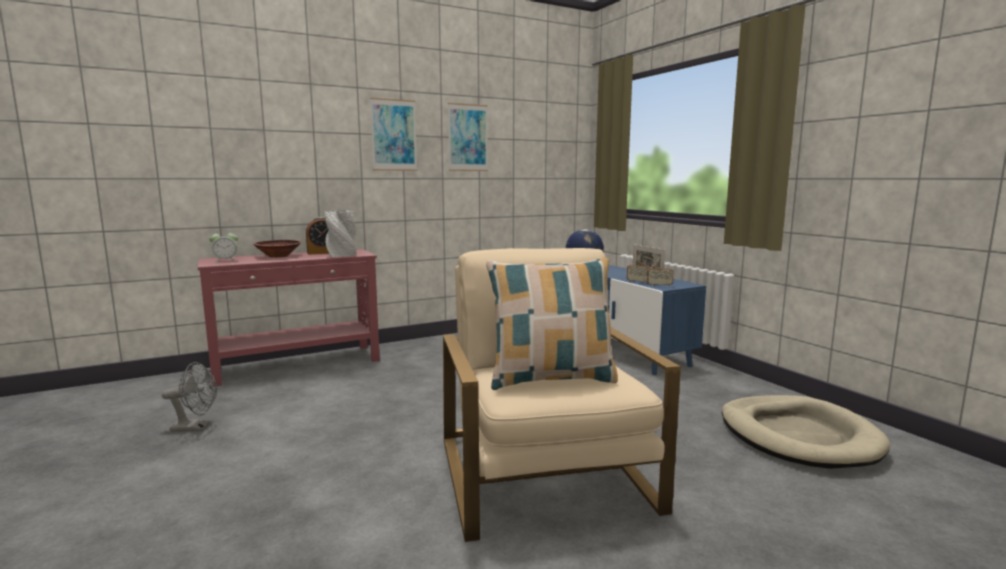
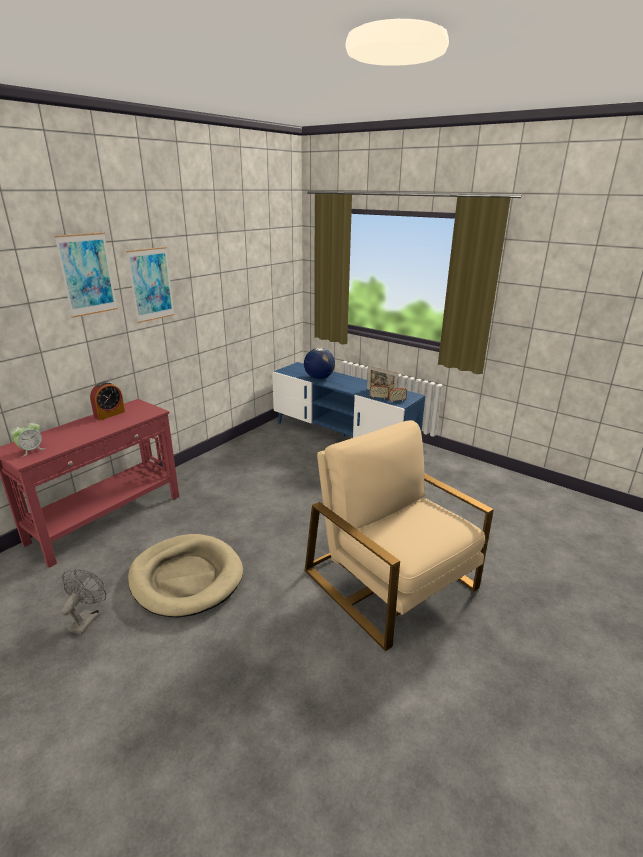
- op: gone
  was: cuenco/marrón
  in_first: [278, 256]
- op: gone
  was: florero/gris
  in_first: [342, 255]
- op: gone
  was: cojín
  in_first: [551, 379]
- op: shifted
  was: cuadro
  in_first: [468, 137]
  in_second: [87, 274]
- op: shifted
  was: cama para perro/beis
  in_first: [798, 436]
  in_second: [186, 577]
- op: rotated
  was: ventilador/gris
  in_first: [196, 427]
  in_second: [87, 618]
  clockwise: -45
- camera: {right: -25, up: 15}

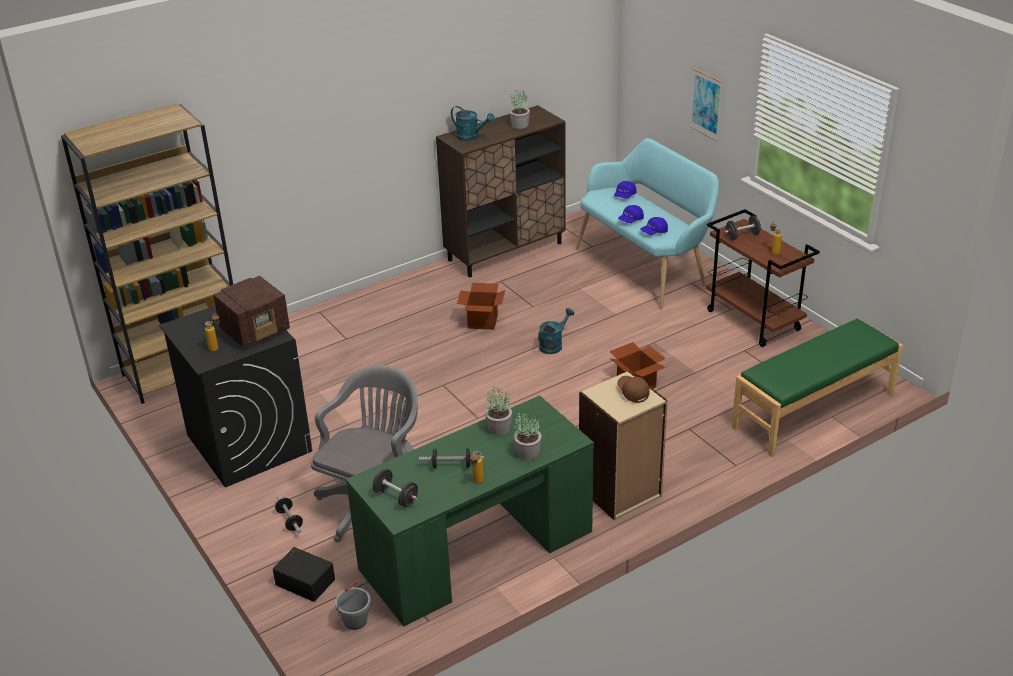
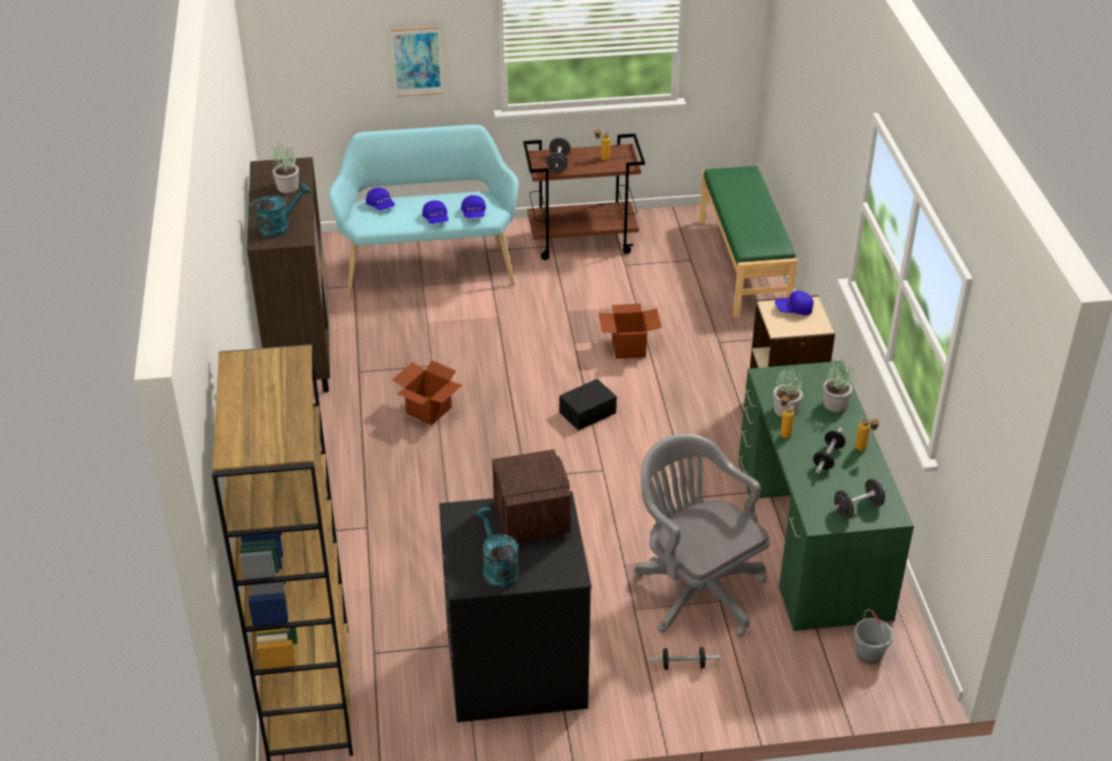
- op: shifted
  was: botella
  in_first: [217, 347]
  in_second: [783, 431]
- op: shifted
  was: caja de almacenaje/negro
  in_first: [306, 581]
  in_second: [586, 411]
- op: shifted
  was: regadera/turquesa
  in_first: [553, 345]
  in_second: [497, 569]
- op: repainted
  was: gorra/marrón
  now: gorra/azul
  in_first: [632, 392]
  in_second: [793, 309]
- camera: {right: -65, up: 5}

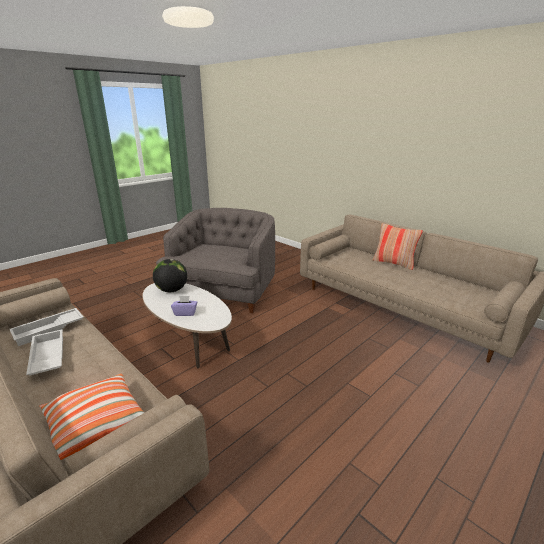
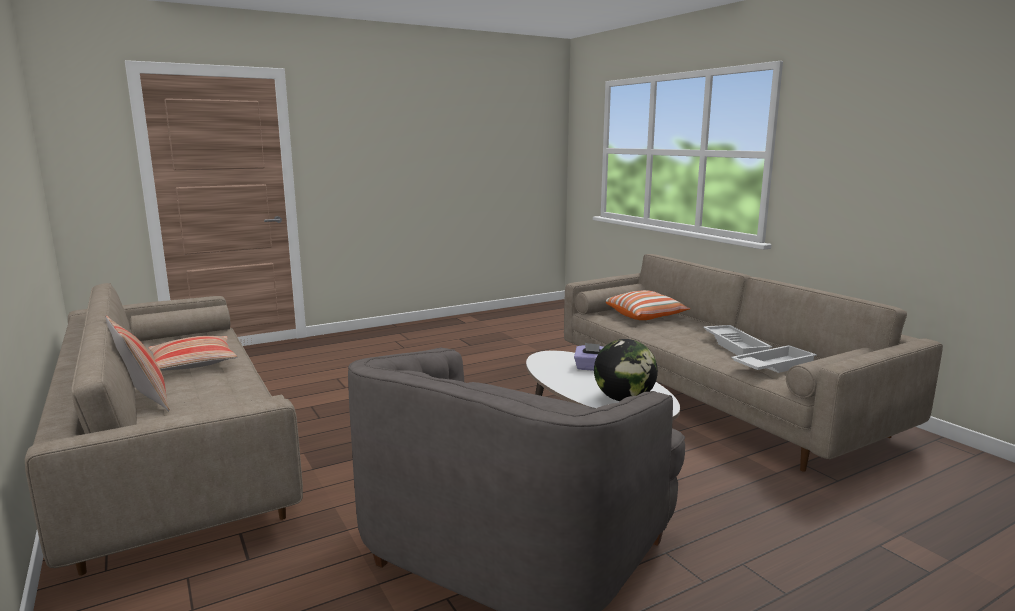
- op: new
  now: cojín
  in_second: [193, 363]
- camera: {right: -165, up: -10}

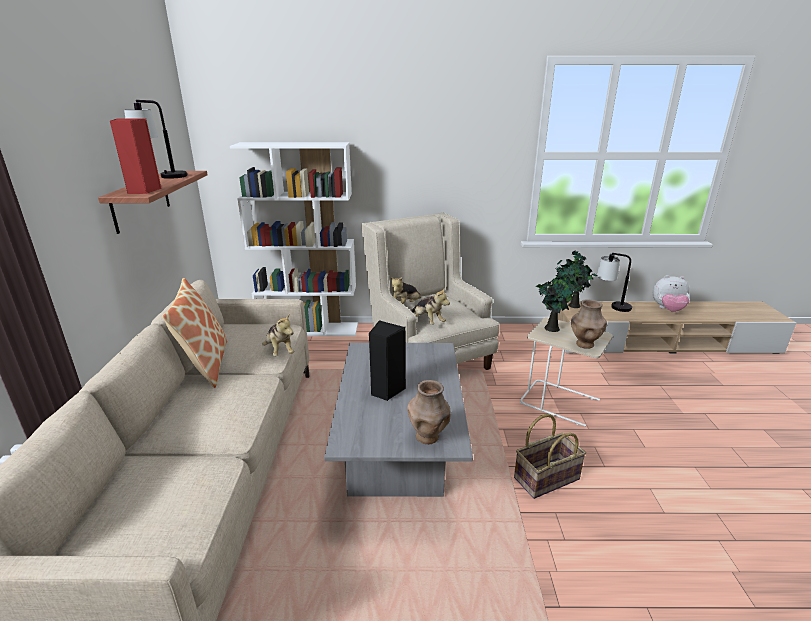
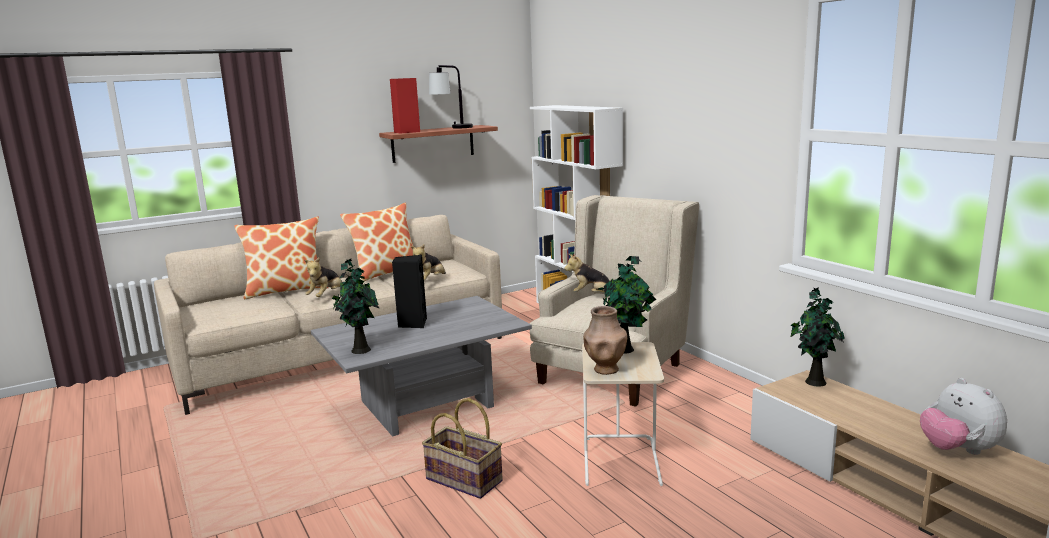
- op: gone
  was: lámpara de mesa
  in_first: [611, 306]
- op: new
  now: cojín
  in_second: [286, 290]
- op: shifted
  was: peluche
  in_first: [427, 321]
  in_second: [326, 296]
- op: swapped
  was: florero/marrón
  now: planta en maceta
  in_first: [428, 437]
  in_second: [359, 350]
- camera: {right: 60, up: -10}

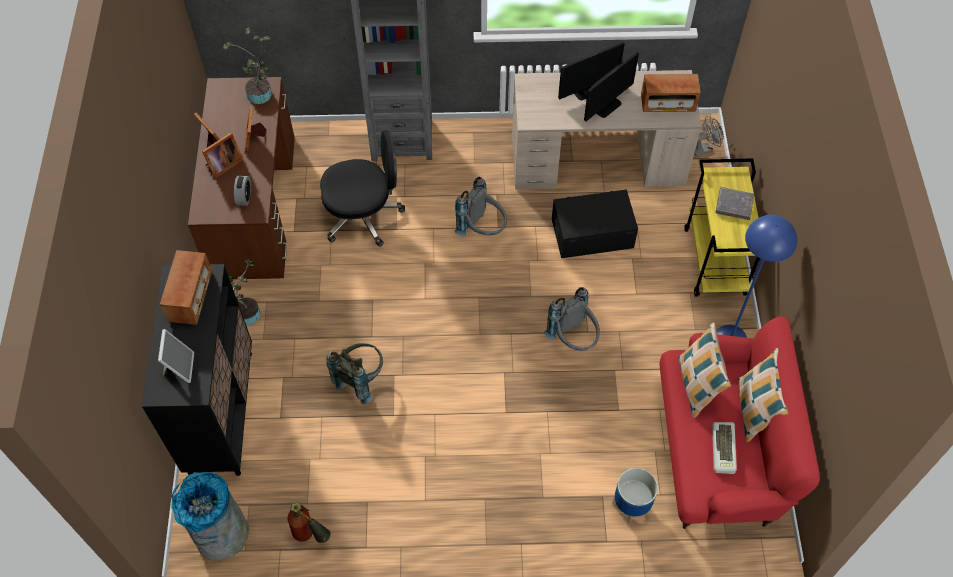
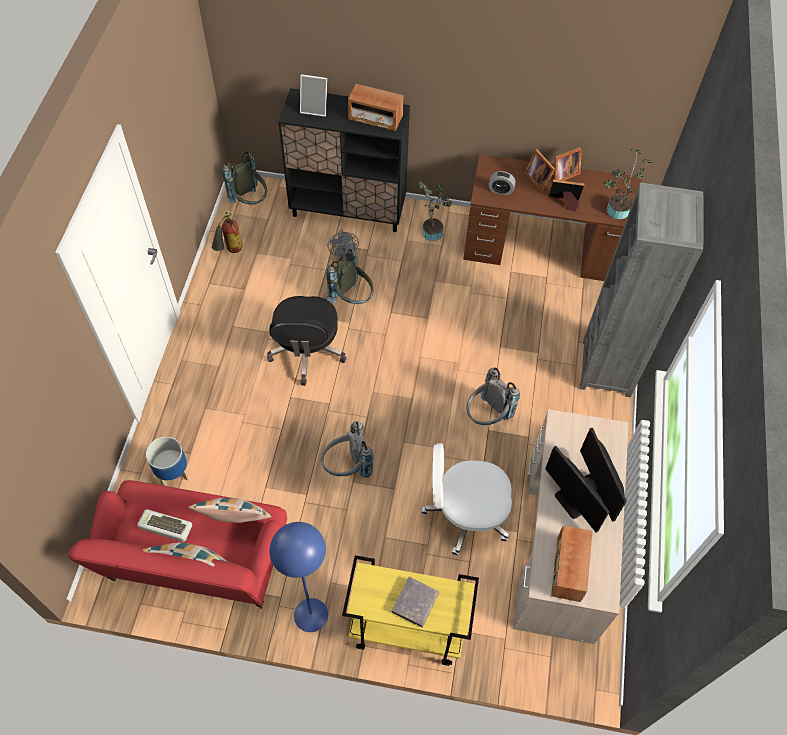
- op: shifted
  was: silla de oficina/negro
  in_first: [363, 215]
  in_second: [307, 352]
- op: shifted
  was: ventilador/gris
  in_first: [704, 149]
  in_second: [343, 256]
- op: swapped
  was: papelera/gris
  now: mochila/gris
  in_first: [221, 535]
  in_second: [250, 202]
- op: swapped
  was: caja de almacenaje/negro
  now: silla de oficina/blanco
  in_first: [592, 233]
  in_second: [465, 514]
- camera: {right: 100, up: 0}

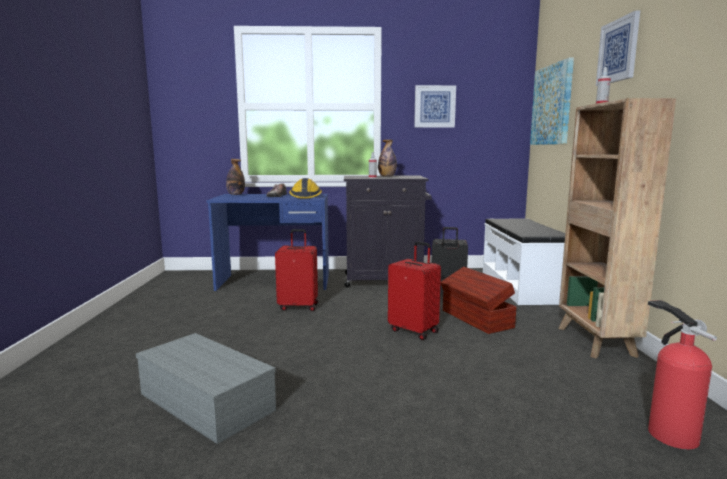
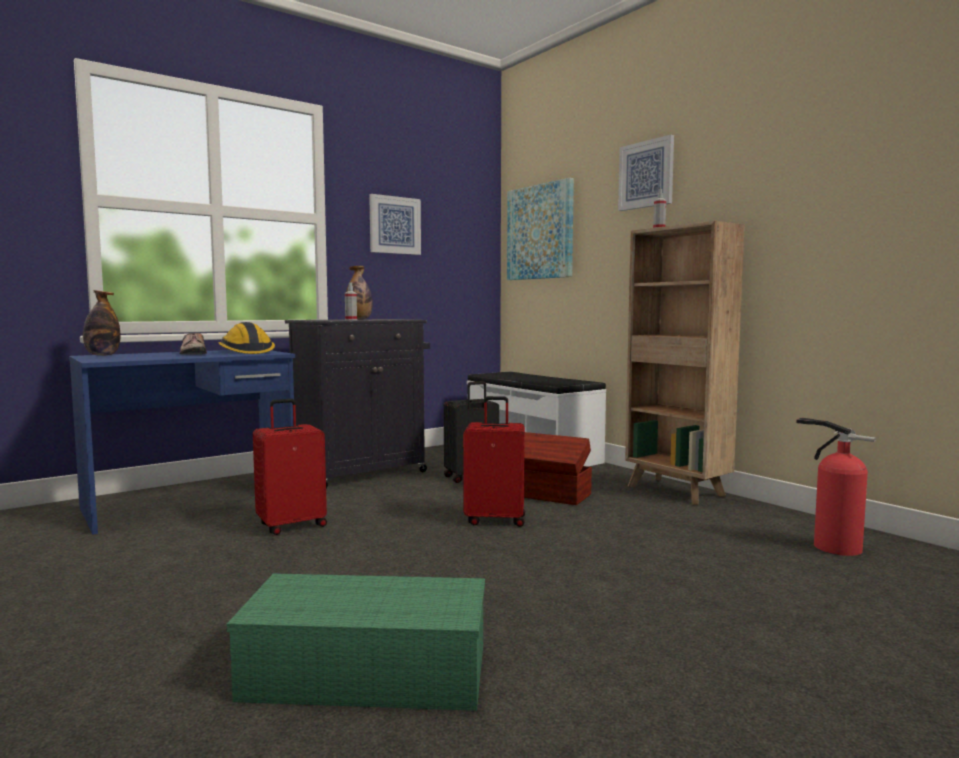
- op: repainted
  was: caja de almacenaje/gris
  now: caja de almacenaje/verde
  in_first: [208, 402]
  in_second: [371, 671]
- camera: {right: -35, up: -5}

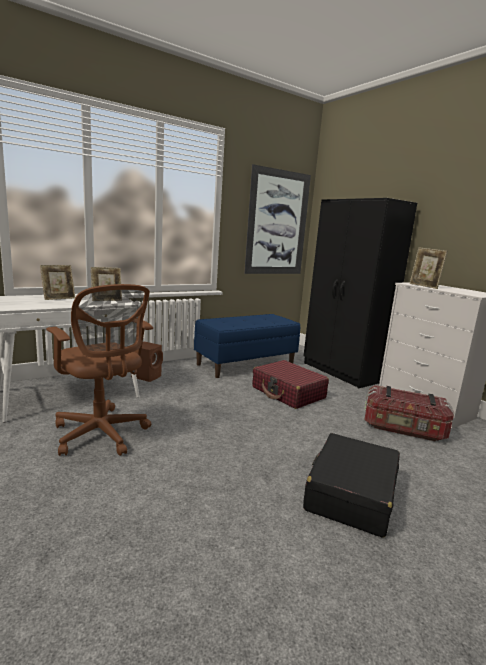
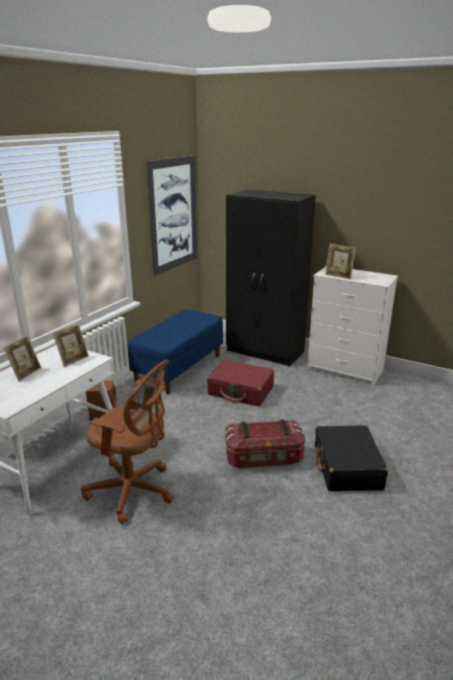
- op: shifted
  was: caja de almacenaje
  in_first: [403, 429]
  in_second: [264, 458]
- camera: {right: -25, up: 10}

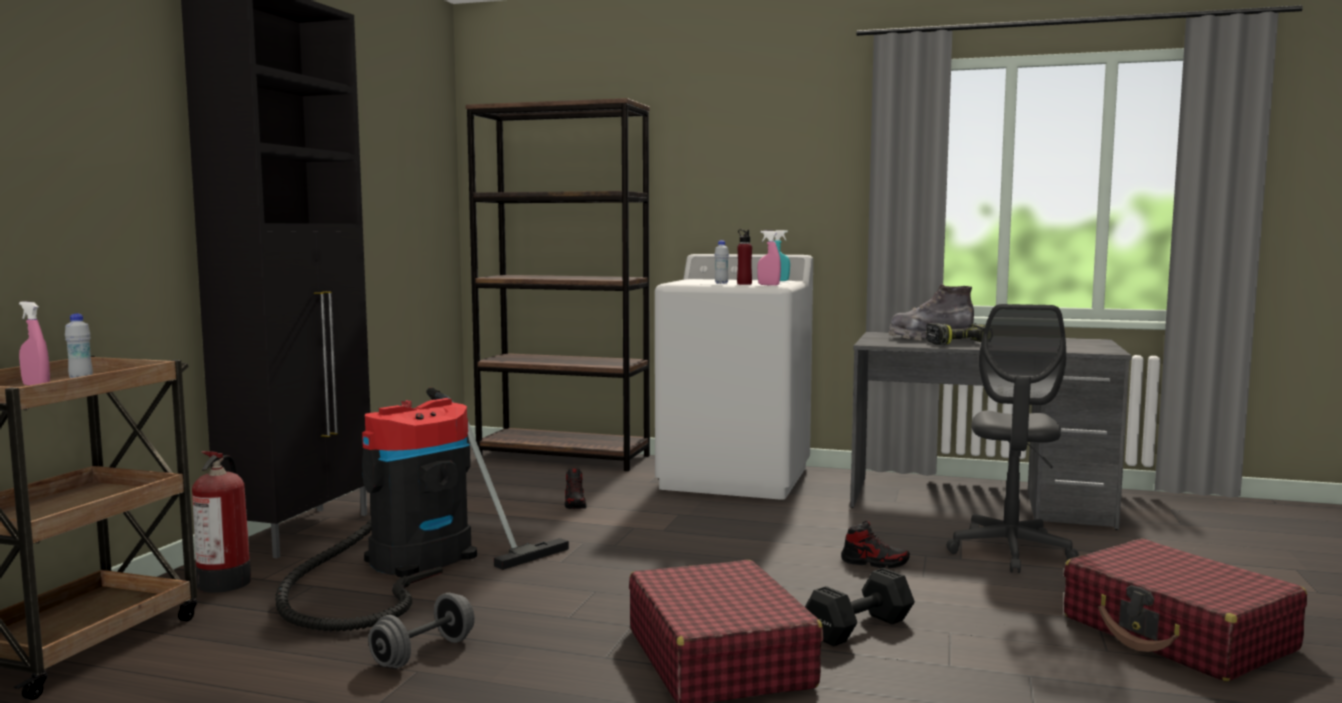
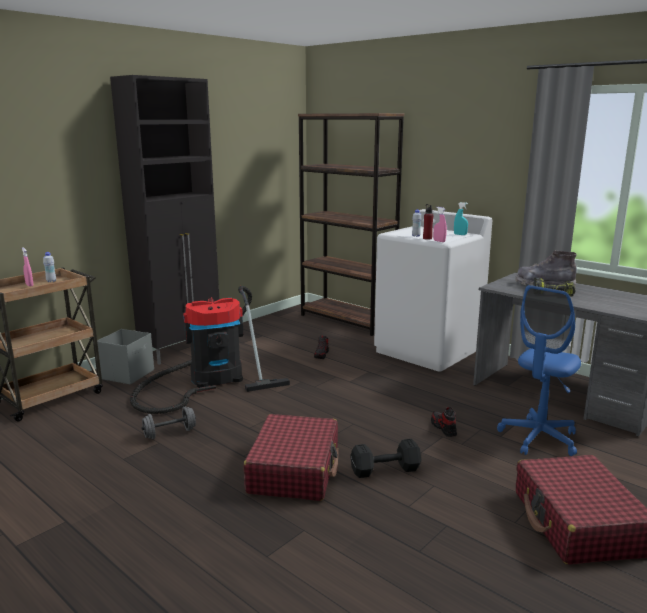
- op: swapped
  was: extintor
  now: caja de almacenaje/gris
  in_first: [225, 582]
  in_second: [128, 374]
- op: repainted
  was: silla de oficina/gris
  now: silla de oficina/azul
  in_first: [1010, 552]
  in_second: [538, 438]
- op: rotated
  was: zapato
  in_first: [874, 563]
  in_second: [443, 428]
  clockwise: -150
- camera: {right: 25, up: 10}

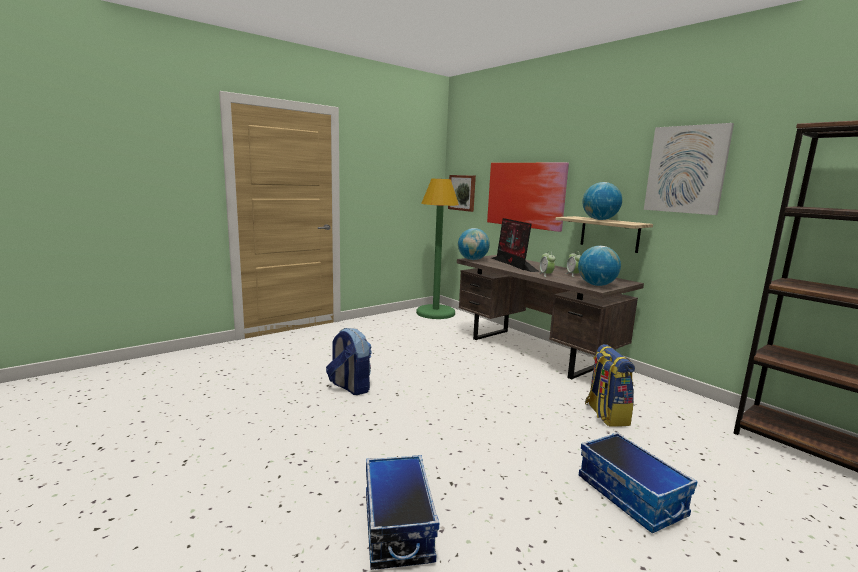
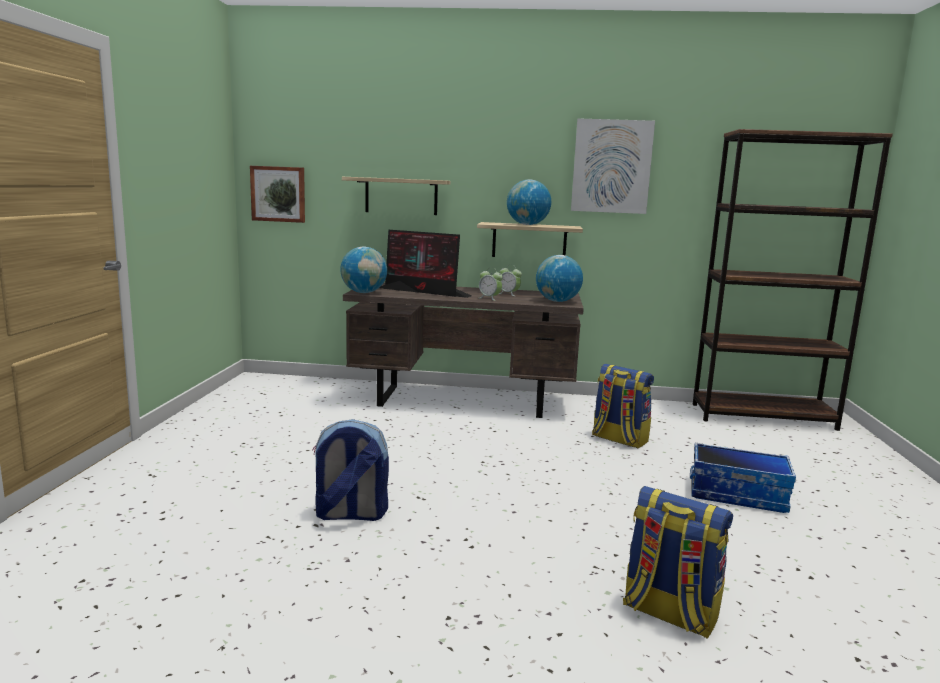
- op: gone
  was: lámpara de pie/verde
  in_first: [435, 313]
- op: swapped
  was: caja de almacenaje
  now: mochila
  in_first: [396, 526]
  in_second: [669, 613]
- op: swapped
  was: cuadro
  now: estante
  in_first: [525, 195]
  in_second: [401, 196]
- camera: {right: -45, up: 0}

